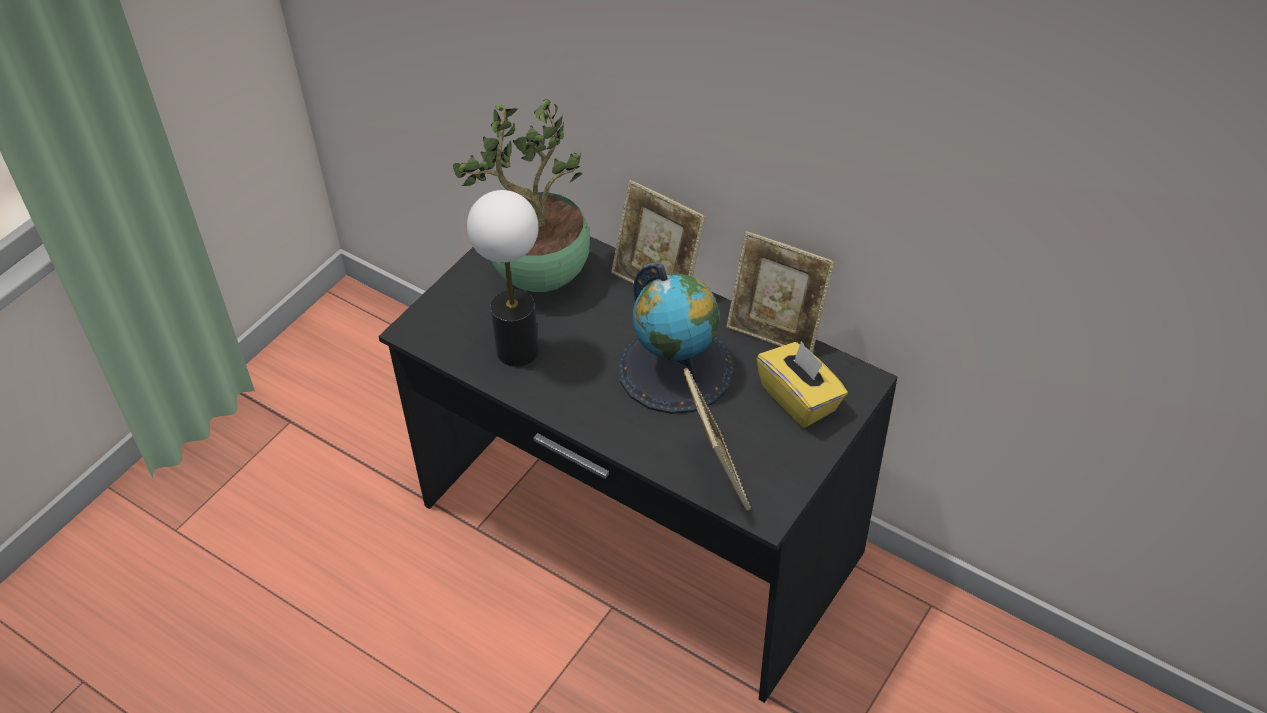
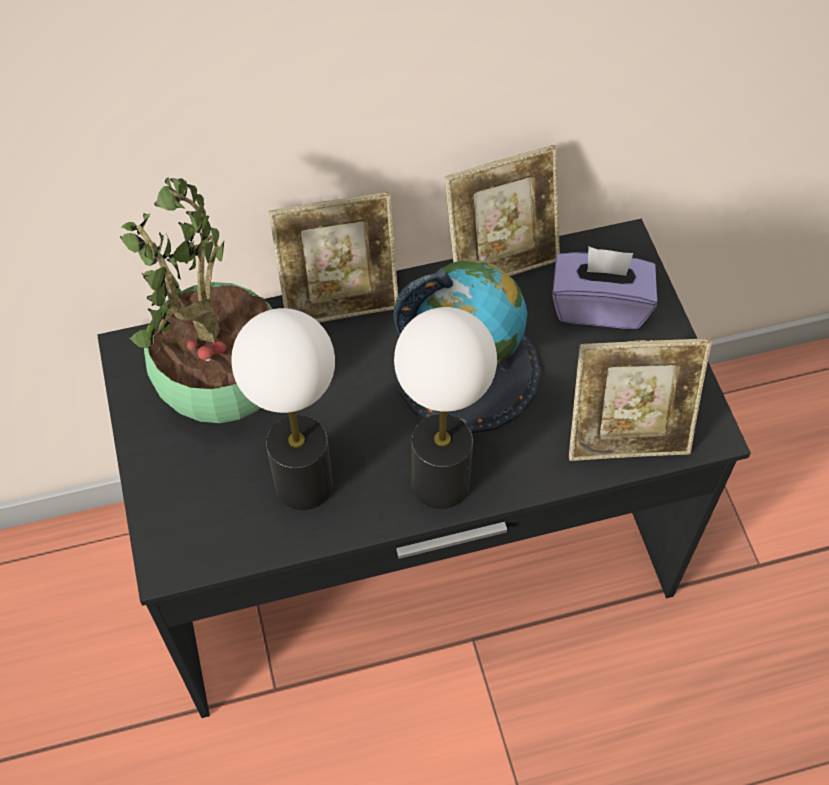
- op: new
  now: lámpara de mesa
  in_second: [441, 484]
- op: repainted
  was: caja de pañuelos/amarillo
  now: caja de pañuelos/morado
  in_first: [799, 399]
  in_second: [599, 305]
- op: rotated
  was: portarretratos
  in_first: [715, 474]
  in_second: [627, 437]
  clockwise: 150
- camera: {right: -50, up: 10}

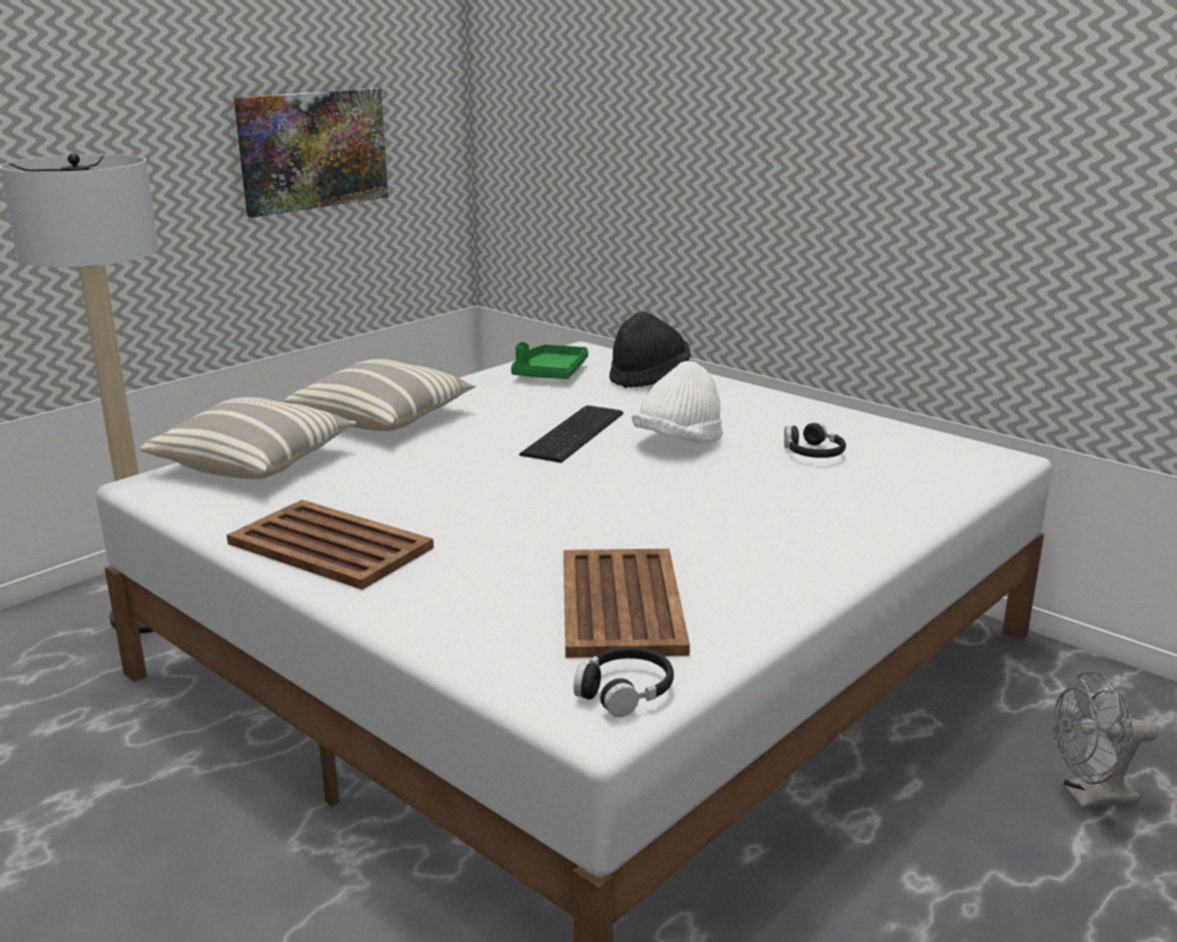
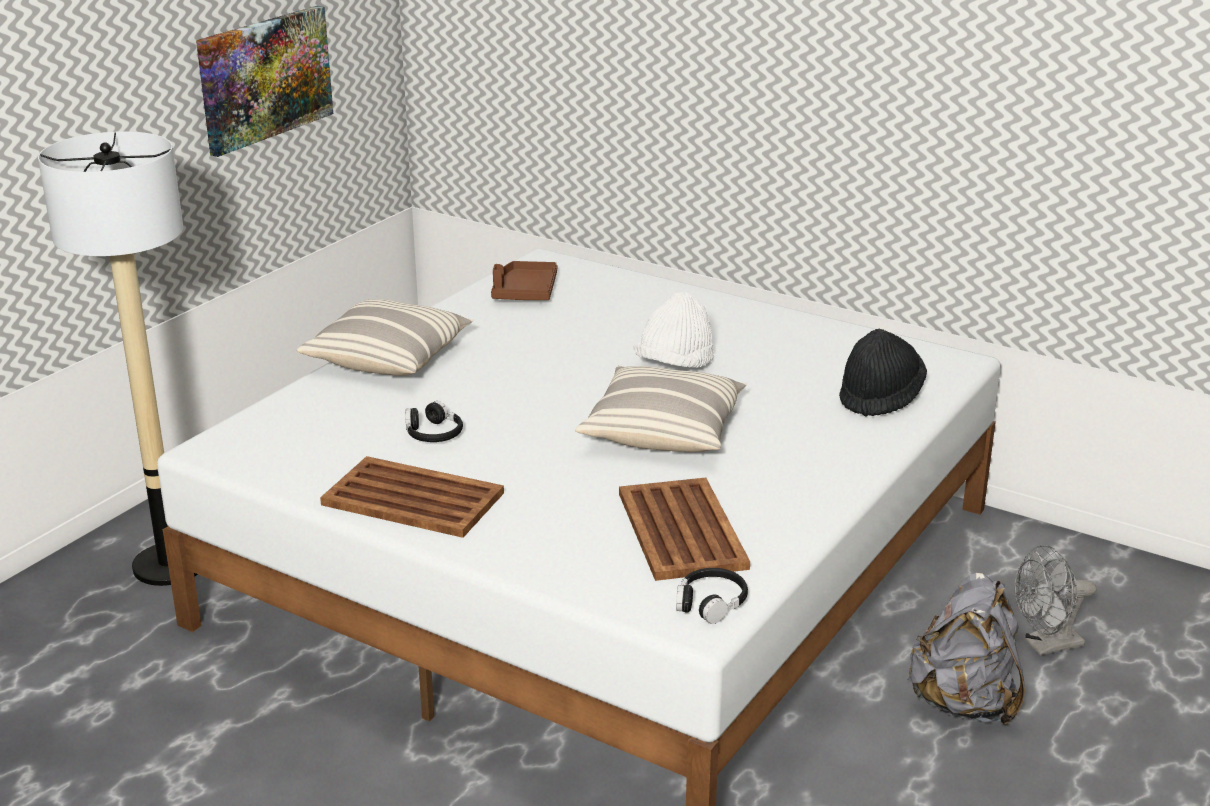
- op: gone
  was: teclado
  in_first: [576, 433]
- op: new
  now: mochila/gris
  in_second: [964, 703]
- op: shifted
  was: cojín
  in_first: [255, 462]
  in_second: [663, 430]
- op: shifted
  was: sombrero/negro
  in_first: [649, 377]
  in_second: [880, 397]
- op: shifted
  was: auriculares/negro
  in_first: [813, 453]
  in_second: [433, 434]
- op: repainted
  was: bandeja/verde
  now: bandeja/marrón
  in_first: [550, 373]
  in_second: [525, 292]
- camera: {right: -10, up: 5}

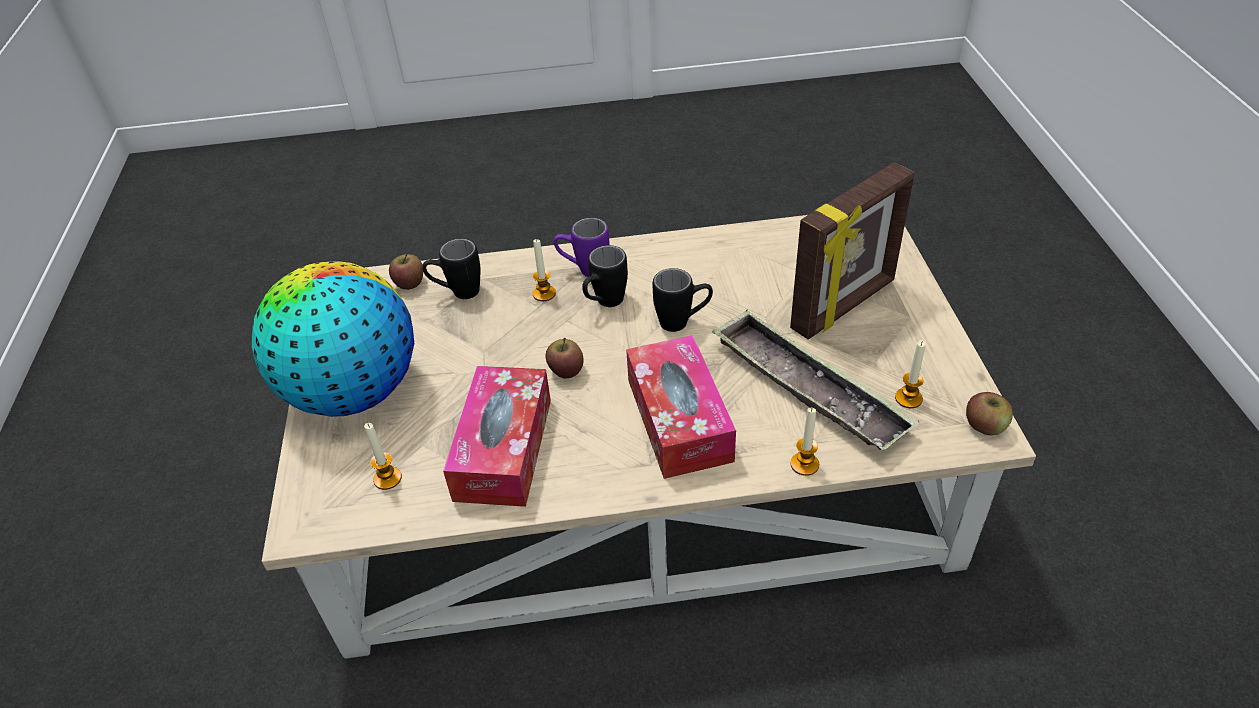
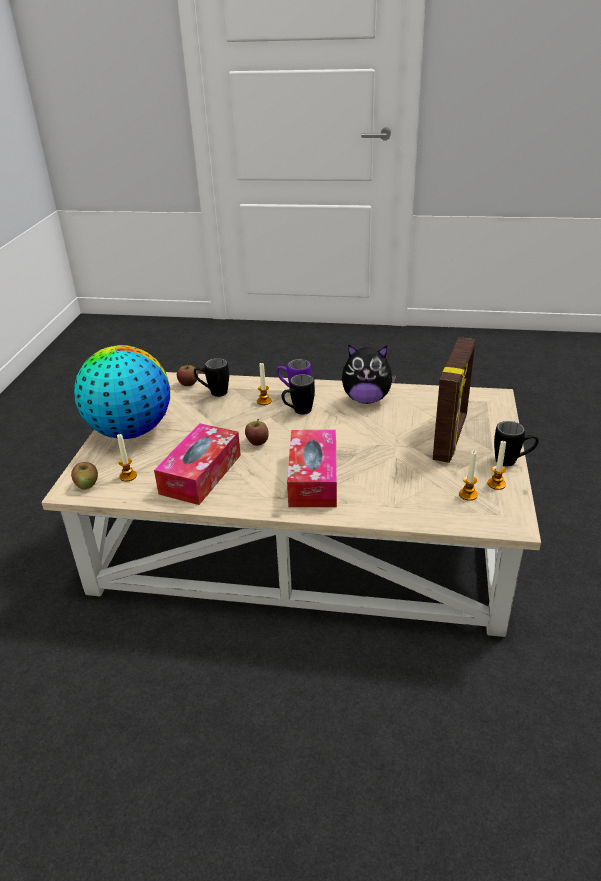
- op: gone
  was: bandeja
  in_first: [807, 387]
- op: new
  now: peluche
  in_second: [366, 399]
- op: shifted
  was: taza grande/negro
  in_first: [683, 322]
  in_second: [512, 461]
- op: shifted
  was: vela
  in_first: [804, 464]
  in_second: [496, 484]
- op: shifted
  was: manzana
  in_first: [985, 425]
  in_second: [87, 484]
- op: rotated
  was: portarretratos
  in_first: [845, 306]
  in_second: [451, 438]
  clockwise: -45
- camera: {right: 15, up: -10}

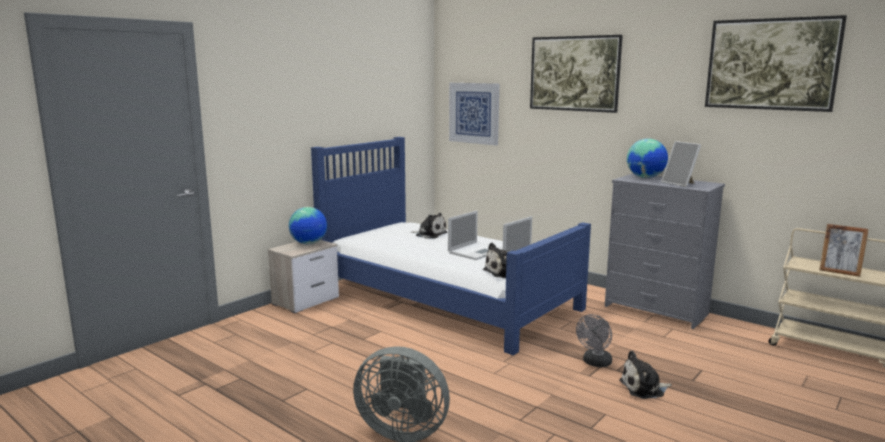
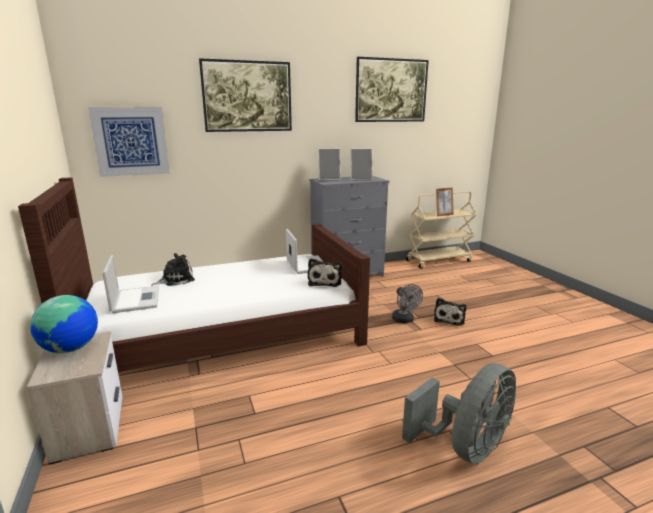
- op: shifted
  was: portátil
  in_first: [476, 251]
  in_second: [135, 299]
- op: swapped
  was: globo terráqueo
  now: portarretratos
  in_first: [645, 177]
  in_second: [329, 179]
- op: repainted
  was: cama/azul
  now: cama/marrón
  in_first: [445, 298]
  in_second: [222, 336]
- camera: {right: -60, up: 5}

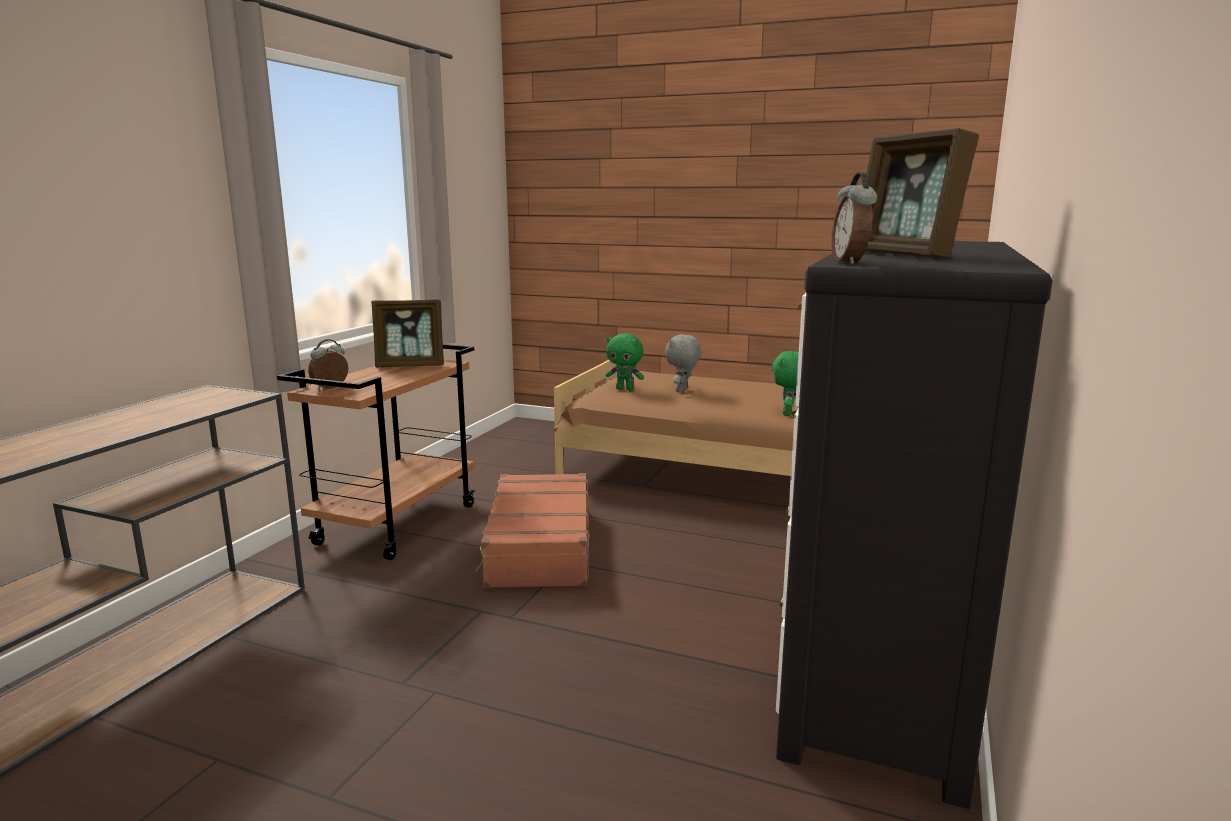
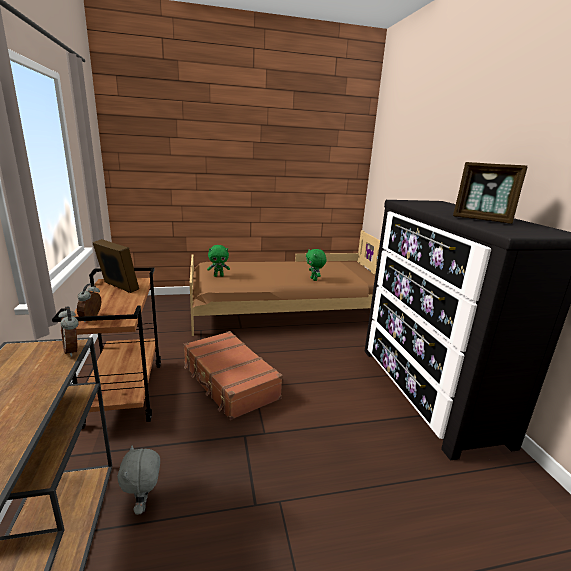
- op: shifted
  was: peluche/gris
  in_first: [682, 391]
  in_second: [144, 504]
- op: shifted
  was: despertador
  in_first: [850, 262]
  in_second: [73, 350]
- op: rotated
  was: portarretratos
  in_first: [411, 366]
  in_second: [118, 287]
  clockwise: -105
- camera: {right: -35, up: 5}

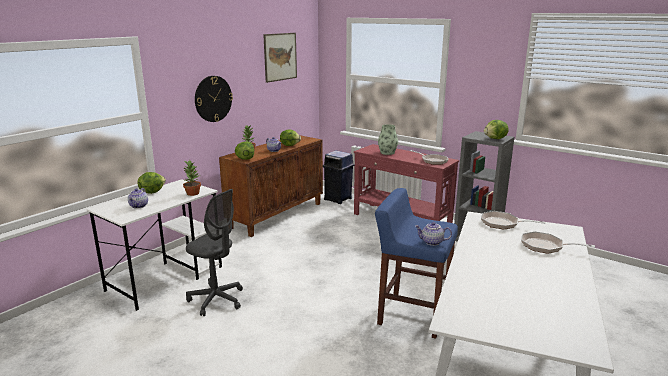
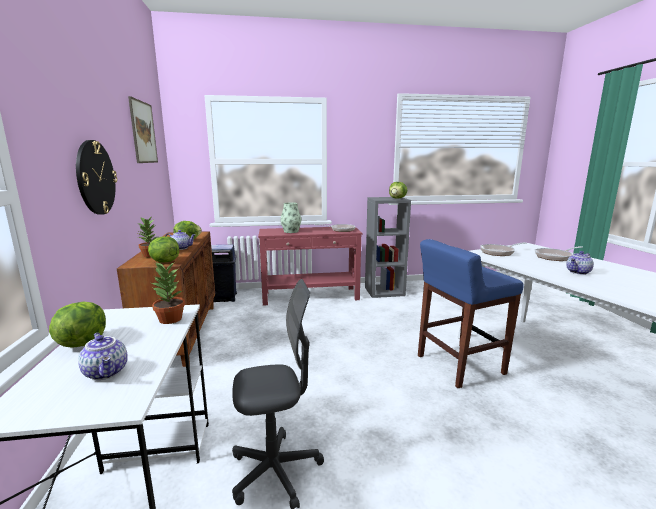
- op: shifted
  was: tetera
  in_first: [432, 242]
  in_second: [578, 272]
- camera: {right: -45, up: -5}

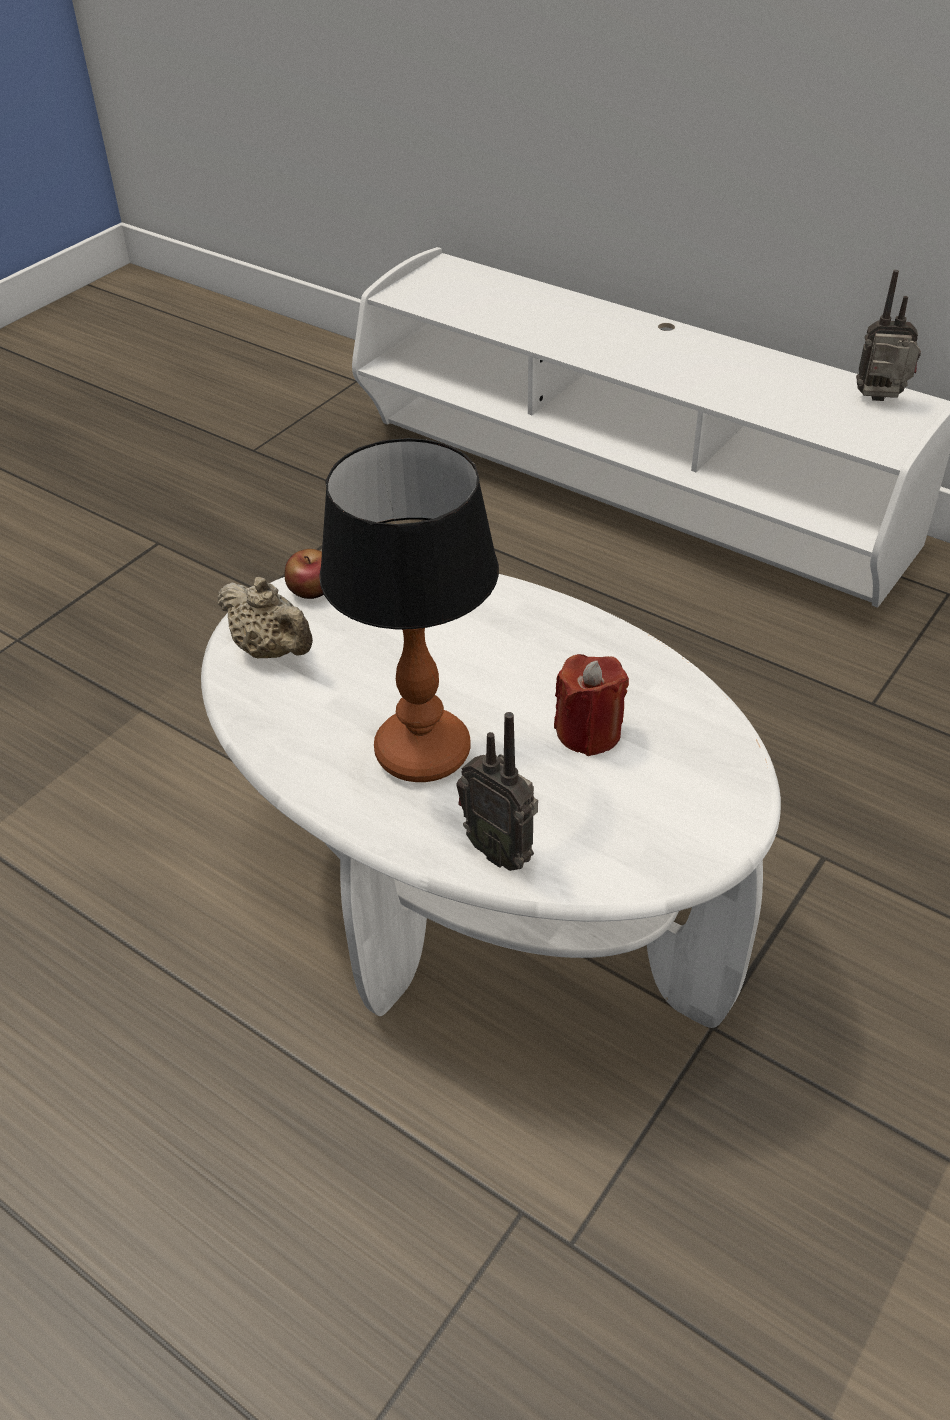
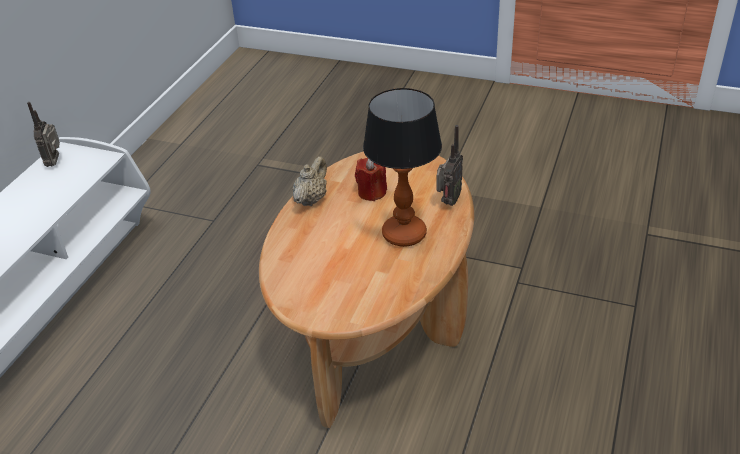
- op: gone
  was: manzana
  in_first: [312, 589]
- op: shifted
  was: tetera/beis
  in_first: [272, 650]
  in_second: [311, 199]
- op: repainted
  was: mesa de centro/blanco
  now: mesa de centro/marrón
  in_first: [480, 896]
  in_second: [375, 327]
- camera: {right: -105, up: -5}

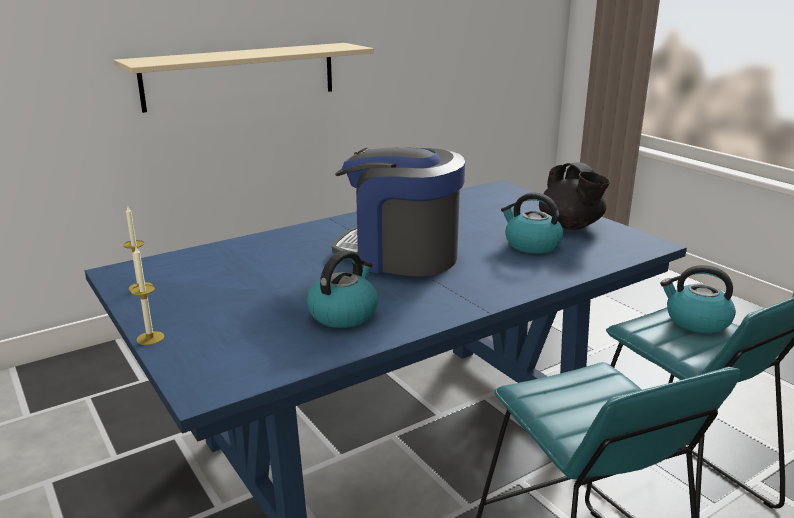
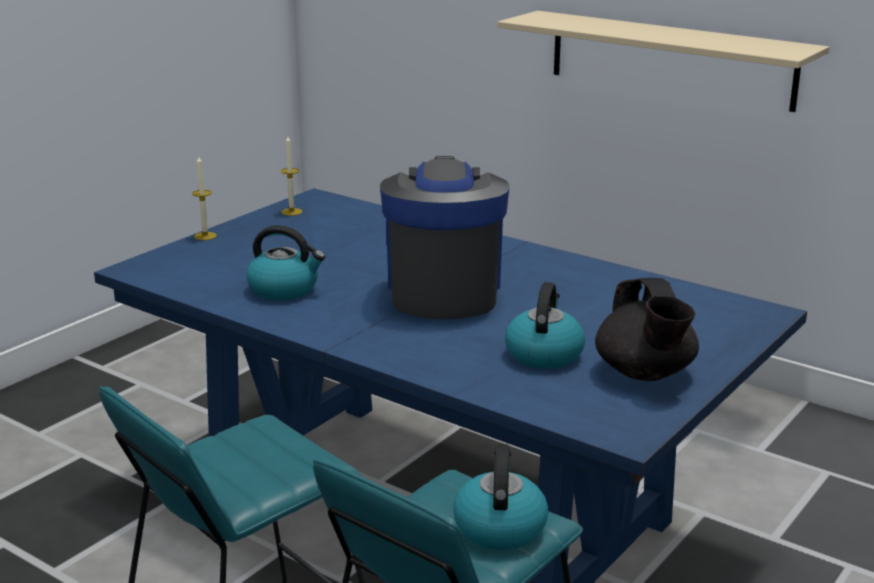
- op: rotated
  was: tetera/negro
  in_first: [571, 226]
  in_second: [645, 373]
  clockwise: -60
- camera: {right: 70, up: 0}

